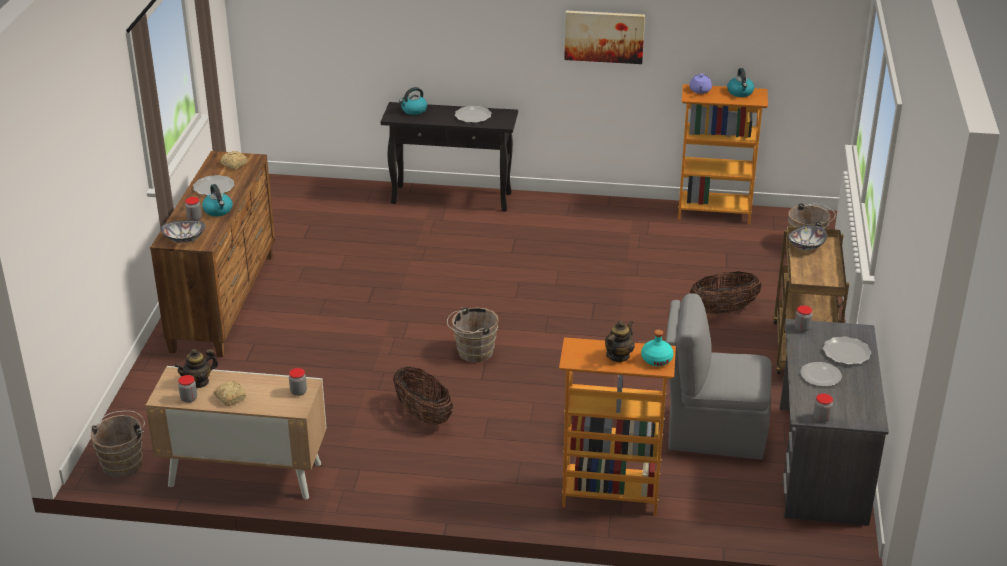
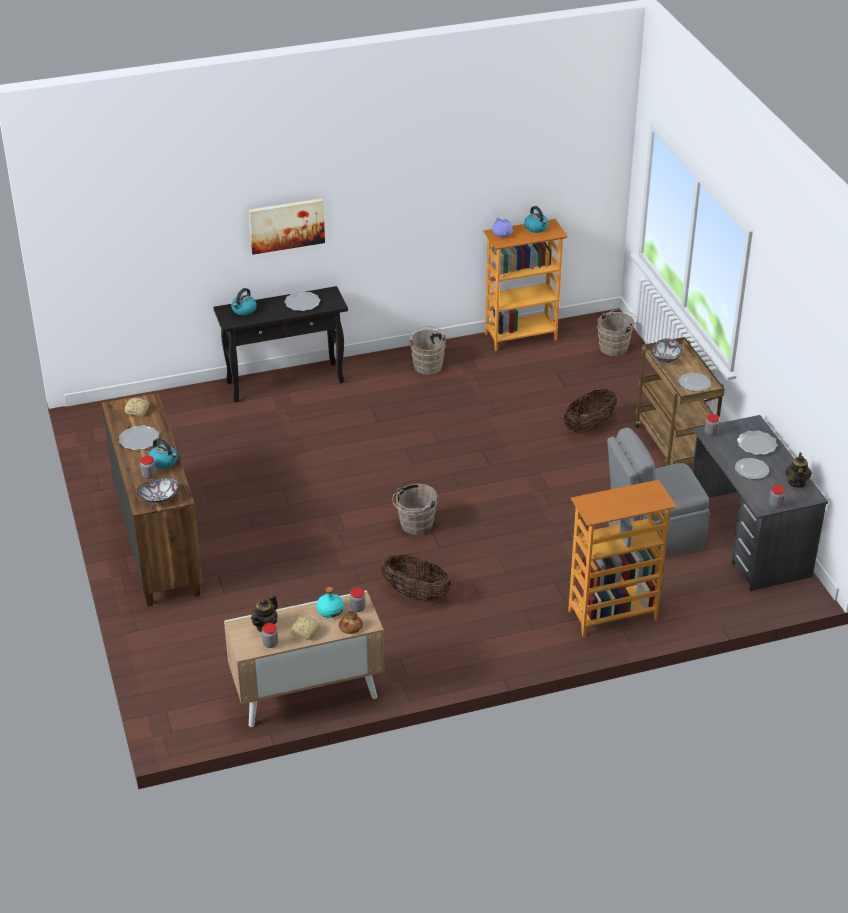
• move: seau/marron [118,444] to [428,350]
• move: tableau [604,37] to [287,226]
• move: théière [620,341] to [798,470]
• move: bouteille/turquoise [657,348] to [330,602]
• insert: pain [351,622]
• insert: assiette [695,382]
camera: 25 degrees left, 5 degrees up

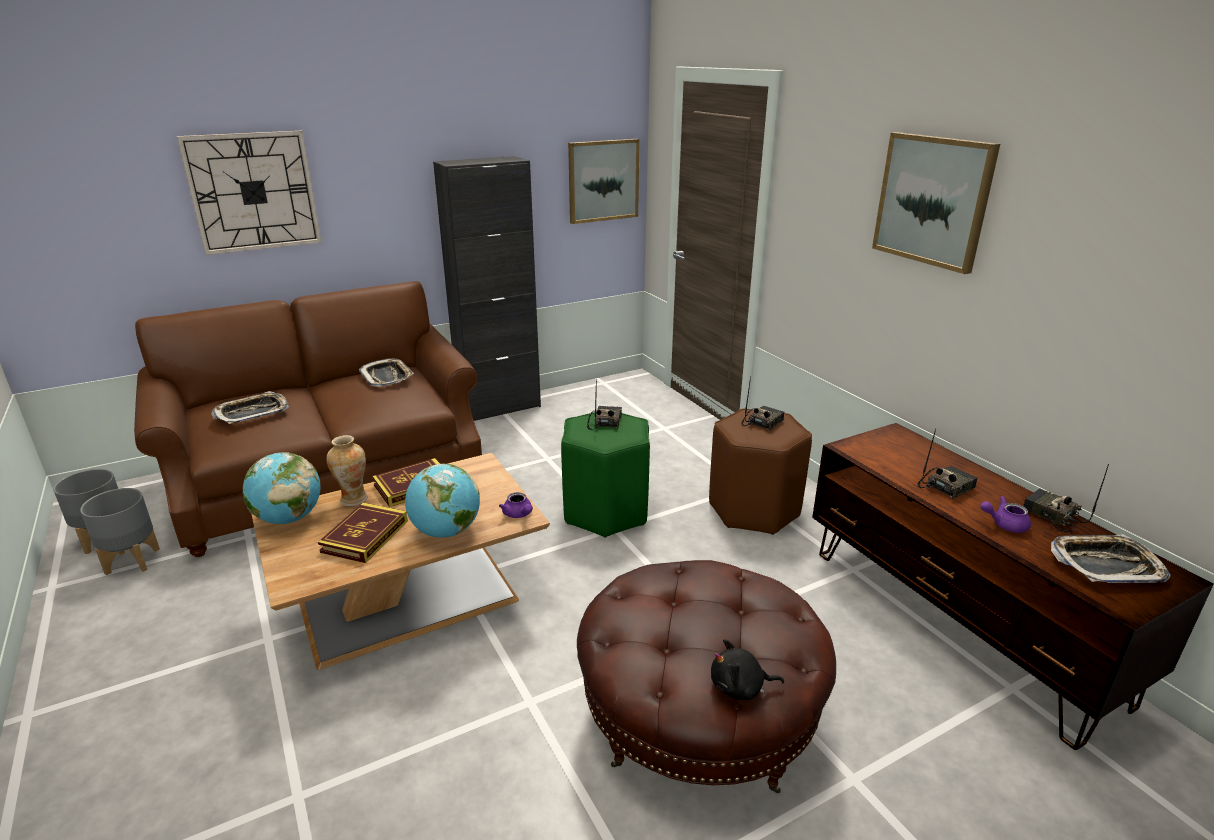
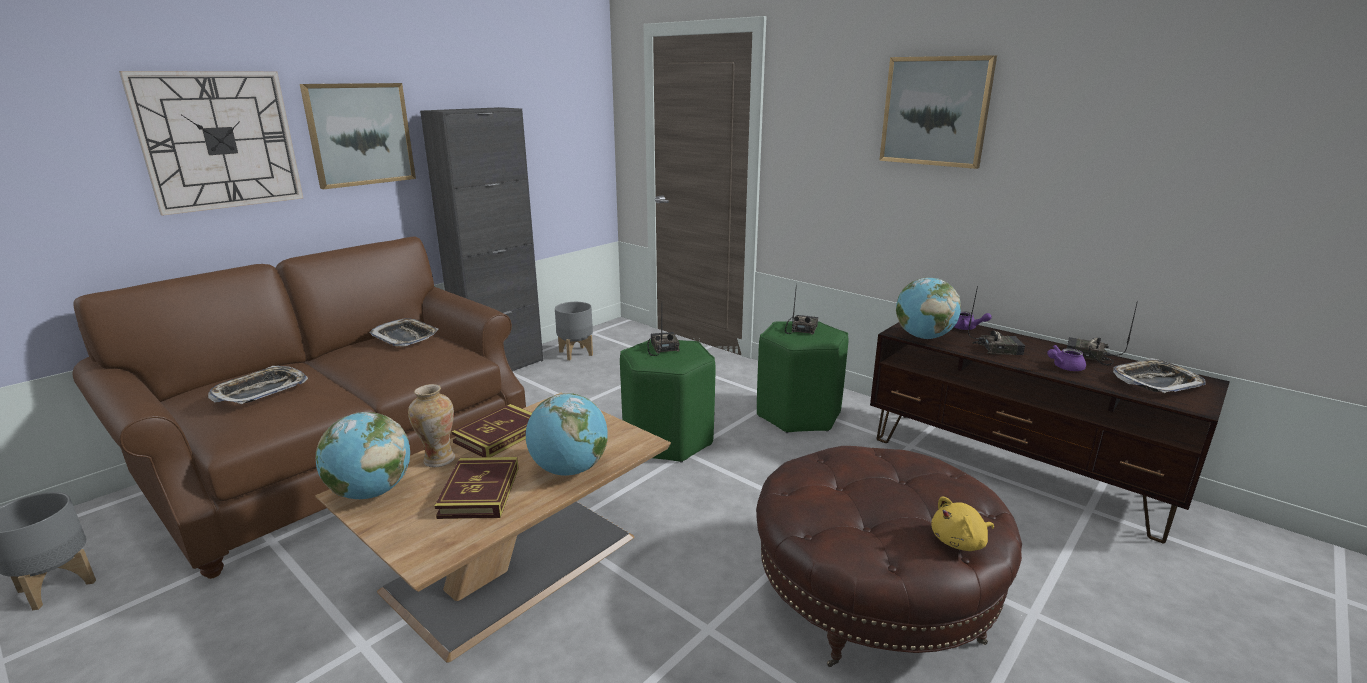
• move: cache-pot/gris [120,531] to [574,331]
• move: théière/violet [516,505] to [973,320]
• move: tableau [604,181] to [358,136]
• recolor: tabouret/marron [760,471] to tabouret/vert [803,377]
• recolor: peluche/noir [747,669] to peluche/jaune [962,523]
• rotate: radio [948,464] = [996,320] 60 degrees clockwise
• insert: globe [928,308]
camera: 20 degrees left, 5 degrees down

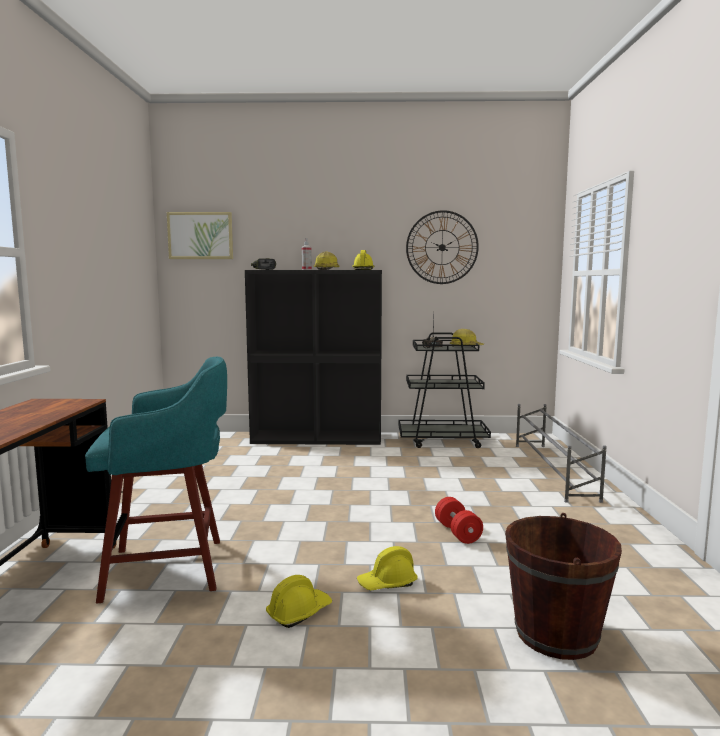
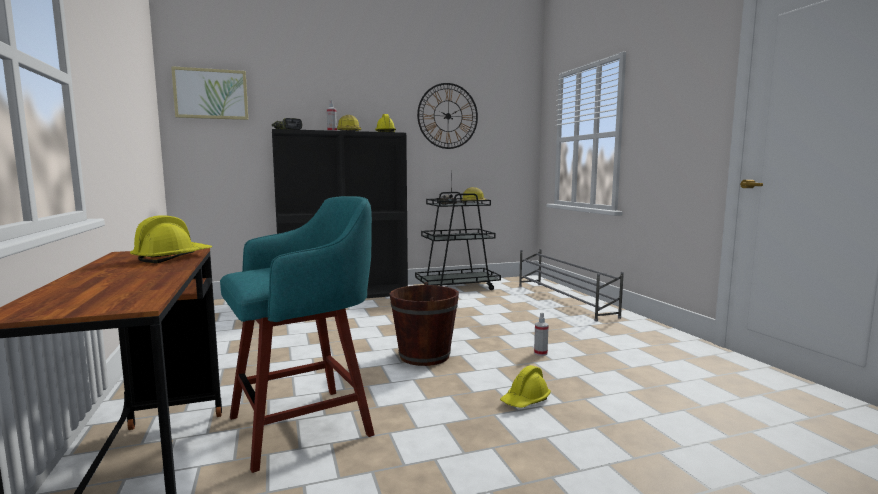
• move: casque de chantier/jaune [299,601] to [171,239]
• replace: haltère/rouge [459,520] to vaporisateur [541,334]
• move: seau/marron [563,586] to [424,324]
camera: 20 degrees left, 0 degrees up

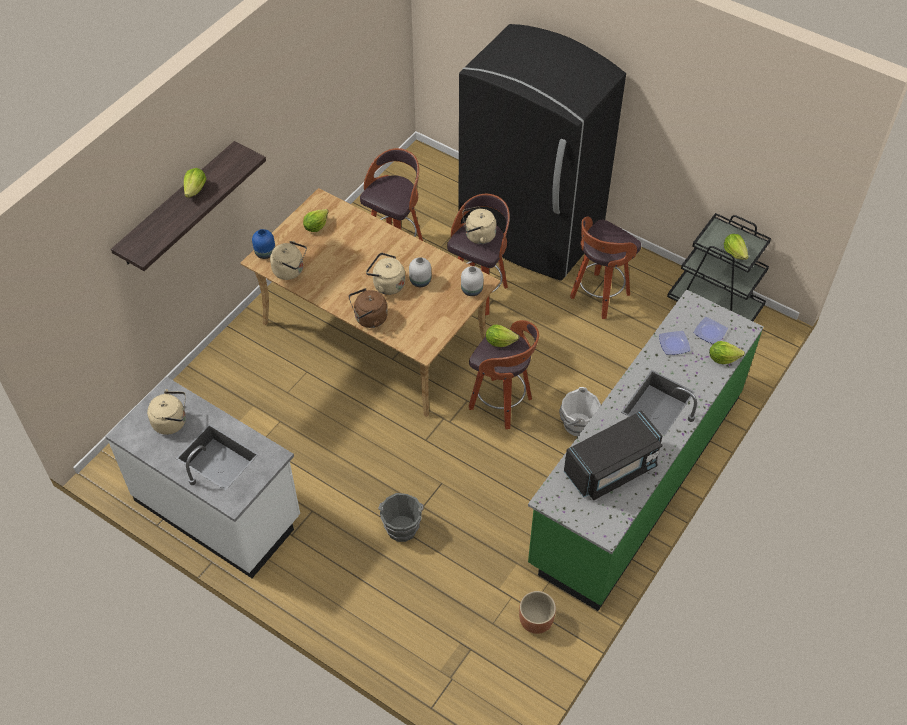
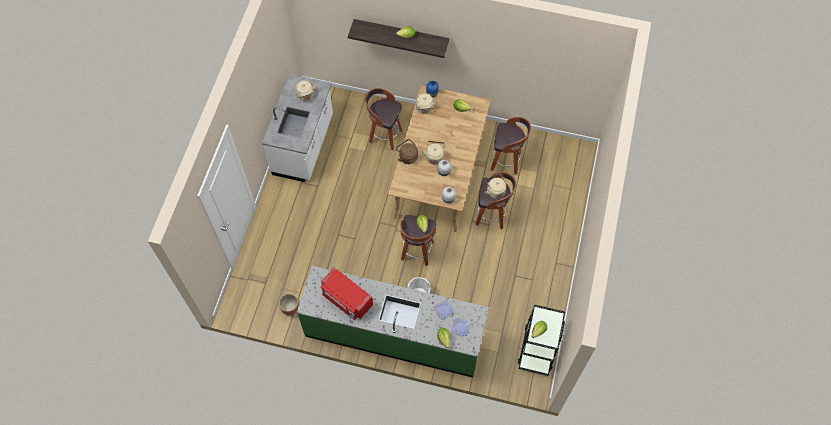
• delete: seau/gris [401,517]
• delete: réfrigérateur/noir [542,152]
• recolor: micro-ondes/noir [613,455] to micro-ondes/rouge [346,293]
• move: tabouret [605,268] to [383,119]
camera: 70 degrees right, 10 degrees up

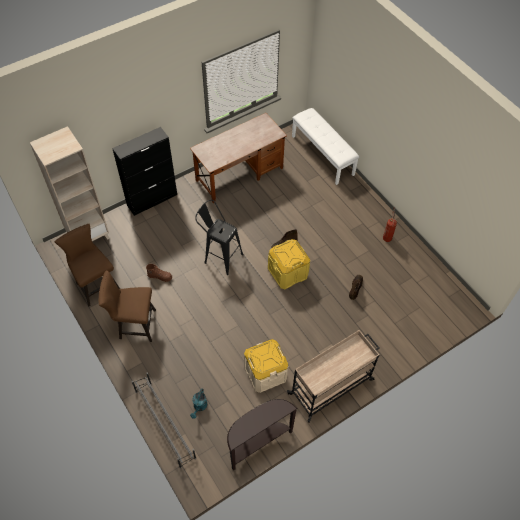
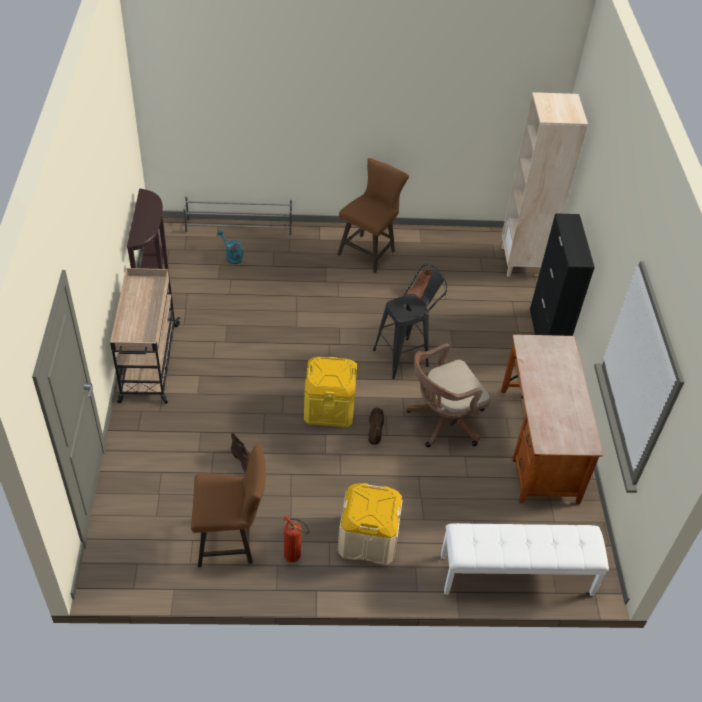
• move: tabouret/marron [87,265] to [228,505]
• move: boîte de rangement/beige [266,366] to [370,524]
• insert: chaise de bureau/marron [448,395]
camera: 120 degrees right, 10 degrees down

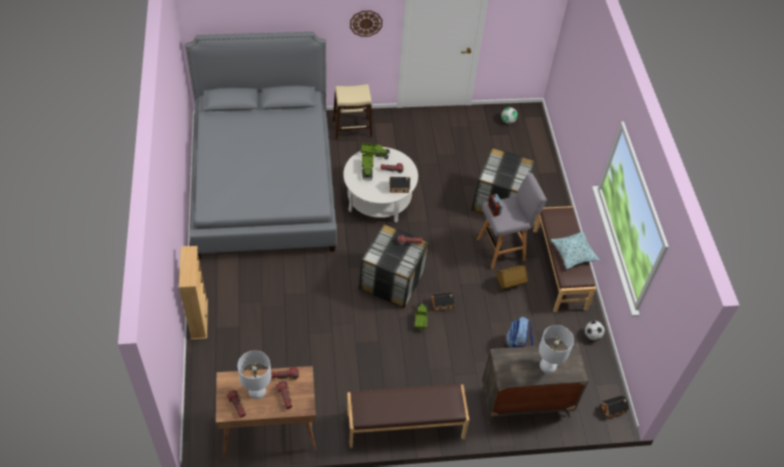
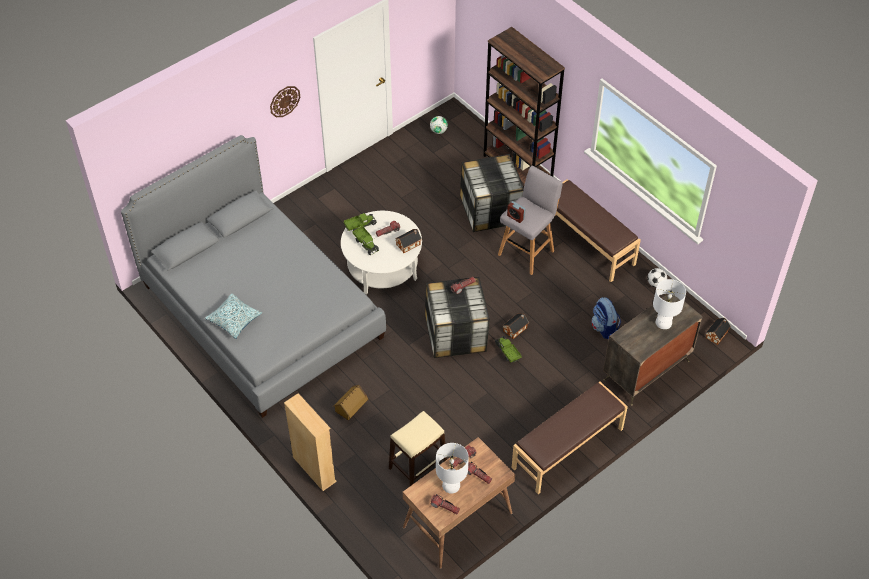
• move: tabouret/beige [352,111] to [418,448]
• move: maison miniature [512,277] to [350,403]
• move: coussin [575,250] to [233,316]
• insert: bibliothèque/marron [524,107]
camera: 30 degrees left, 0 degrees up

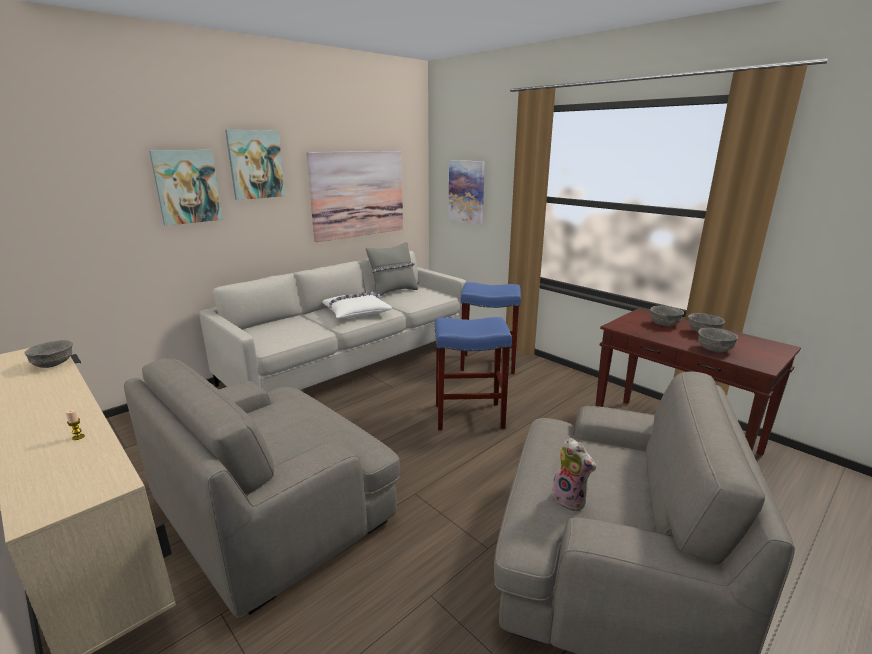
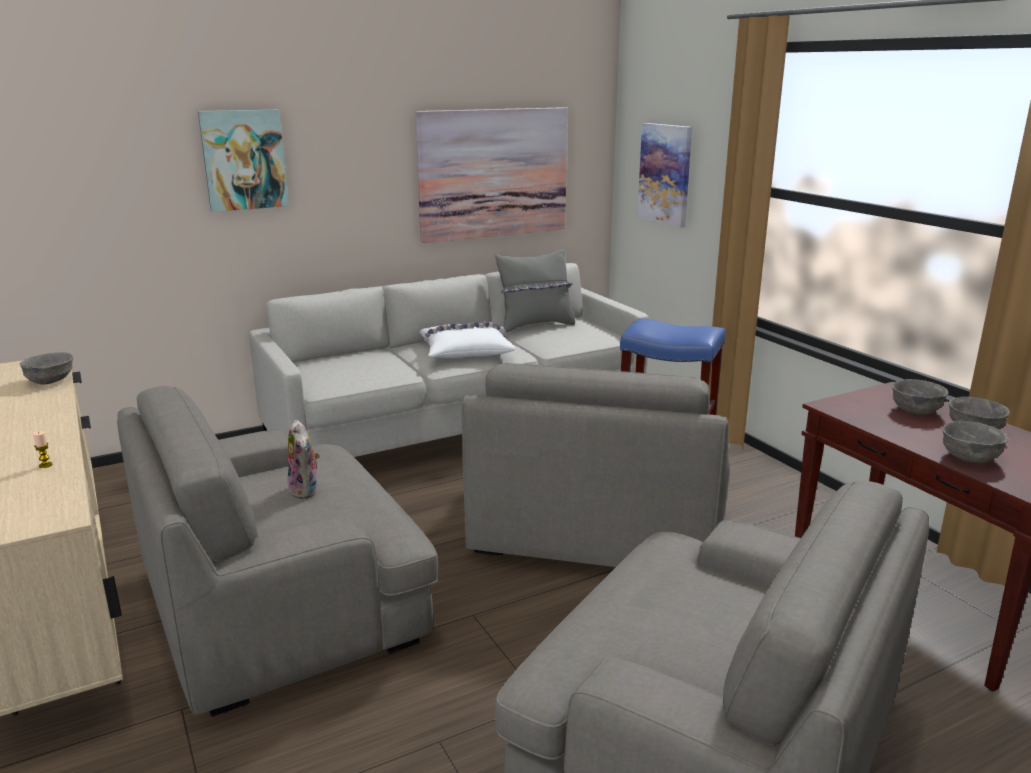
• delete: tableau [255,165]
• replace: tabouret/bleu [473,373] to fauteuil/gris [596,465]
• move: peluche [573,474] to [303,459]
camera: 15 degrees right, 0 degrees up

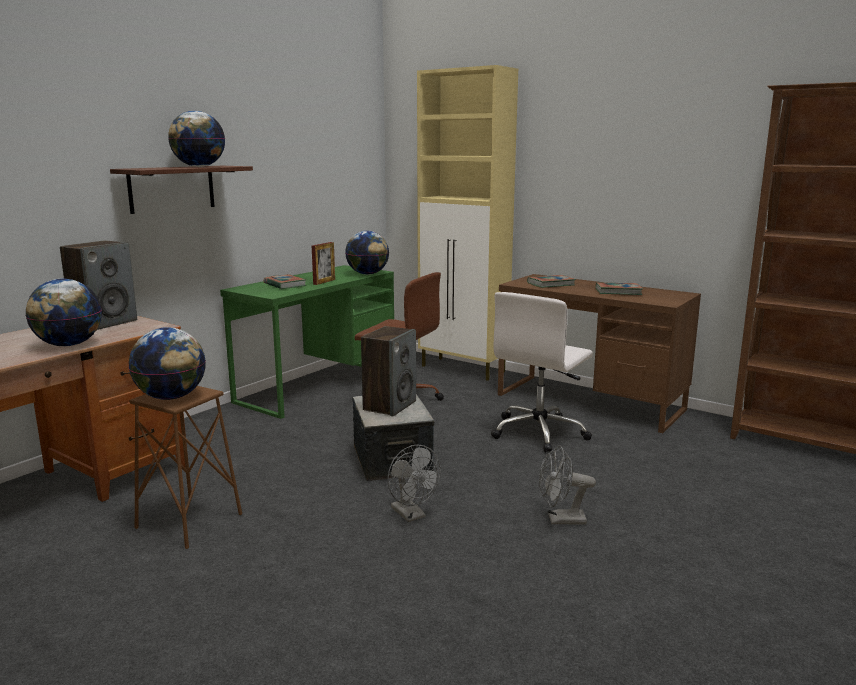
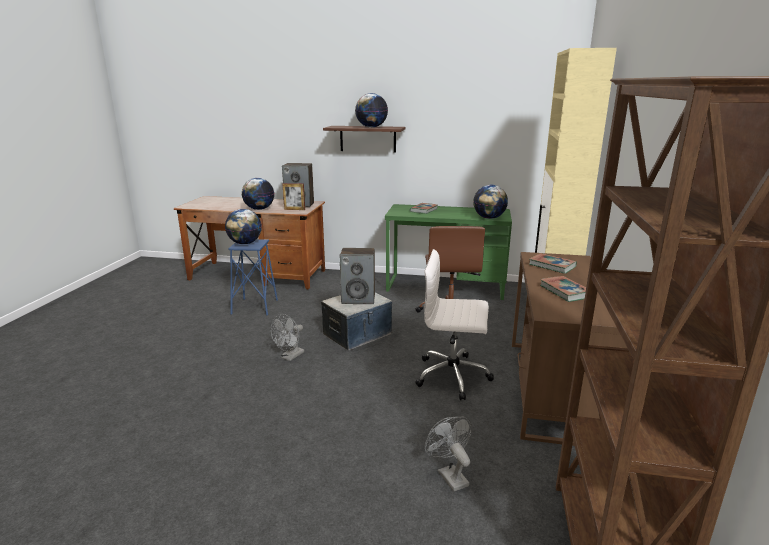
• recolor: tabouret/marron [185,467] to tabouret/bleu [253,277]
• move: cadre photo [323,263] to [293,196]
• move: ventilateur/gris [567,485] to [448,454]
camera: 65 degrees right, 5 degrees up

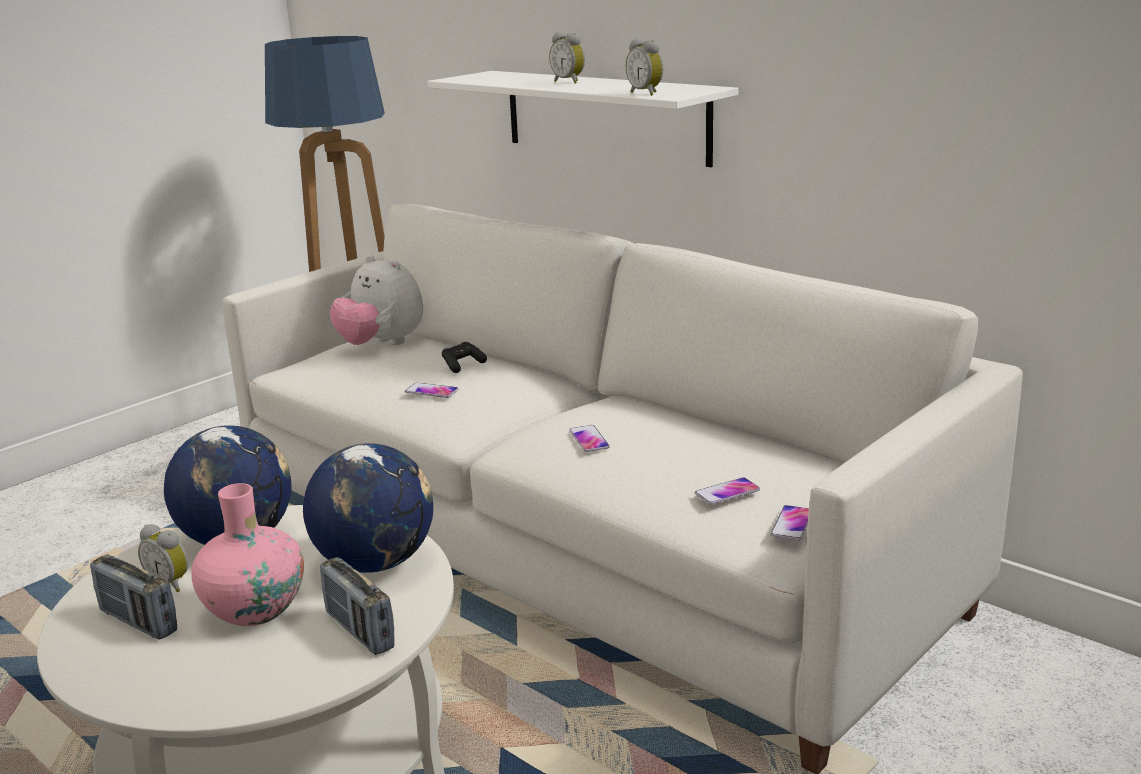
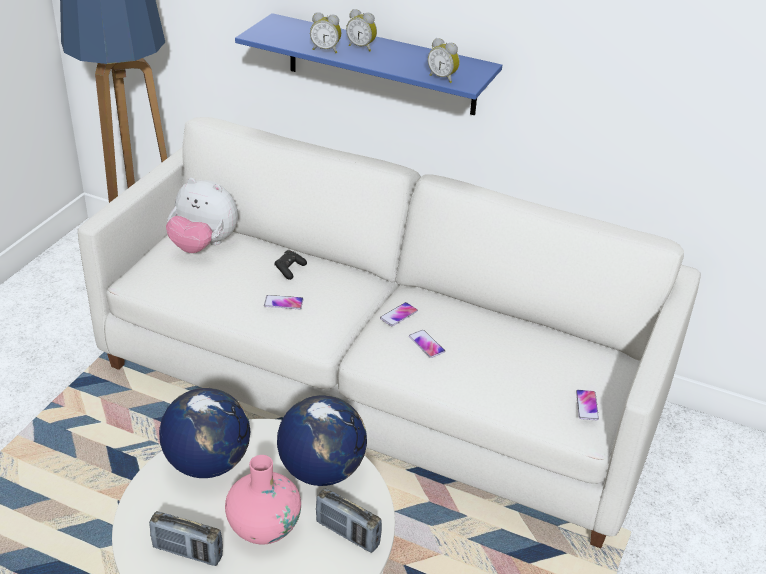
• move: réveil [163,558] to [325,32]
• recolor: étagère/blanc [582,119] to étagère/bleu [368,64]
• move: téléphone [727,491] to [399,314]
camera: 20 degrees left, 15 degrees up

